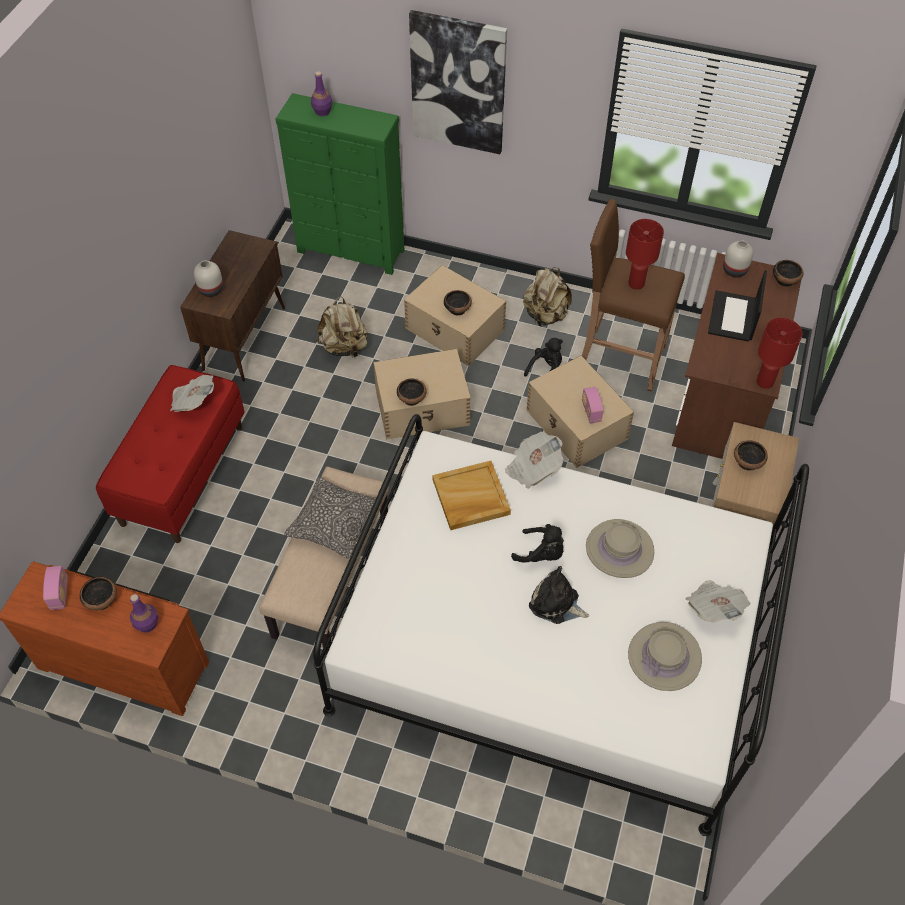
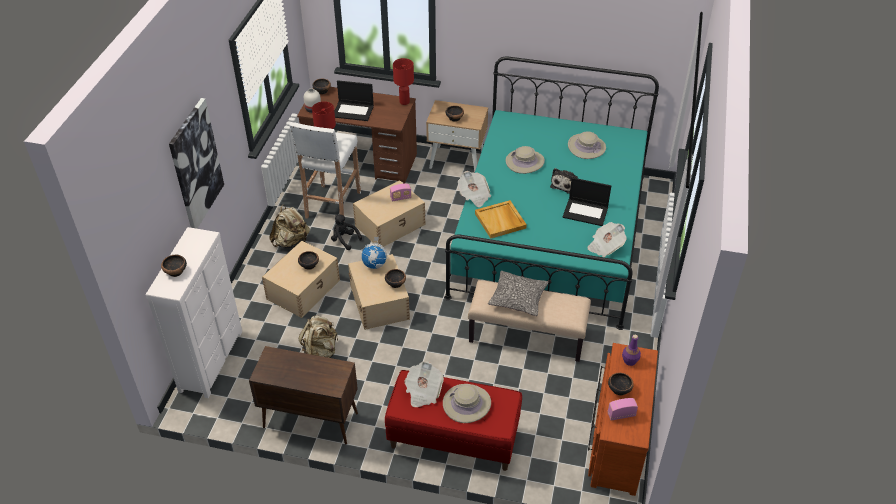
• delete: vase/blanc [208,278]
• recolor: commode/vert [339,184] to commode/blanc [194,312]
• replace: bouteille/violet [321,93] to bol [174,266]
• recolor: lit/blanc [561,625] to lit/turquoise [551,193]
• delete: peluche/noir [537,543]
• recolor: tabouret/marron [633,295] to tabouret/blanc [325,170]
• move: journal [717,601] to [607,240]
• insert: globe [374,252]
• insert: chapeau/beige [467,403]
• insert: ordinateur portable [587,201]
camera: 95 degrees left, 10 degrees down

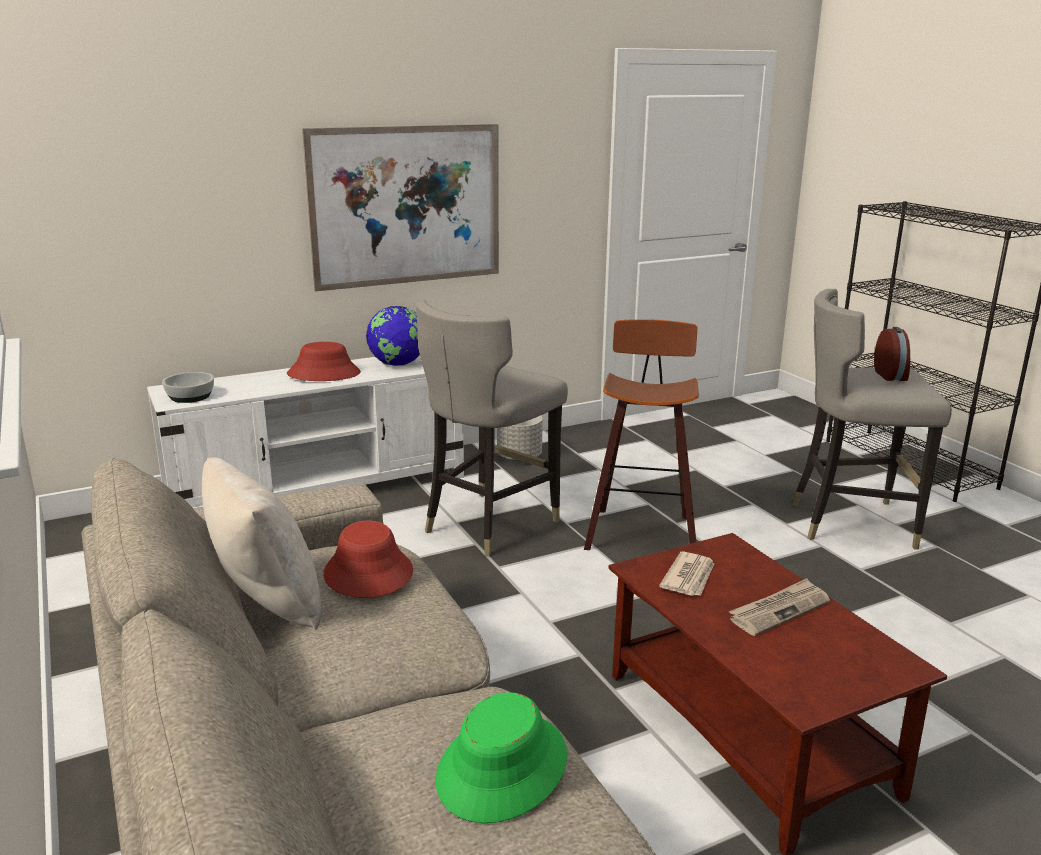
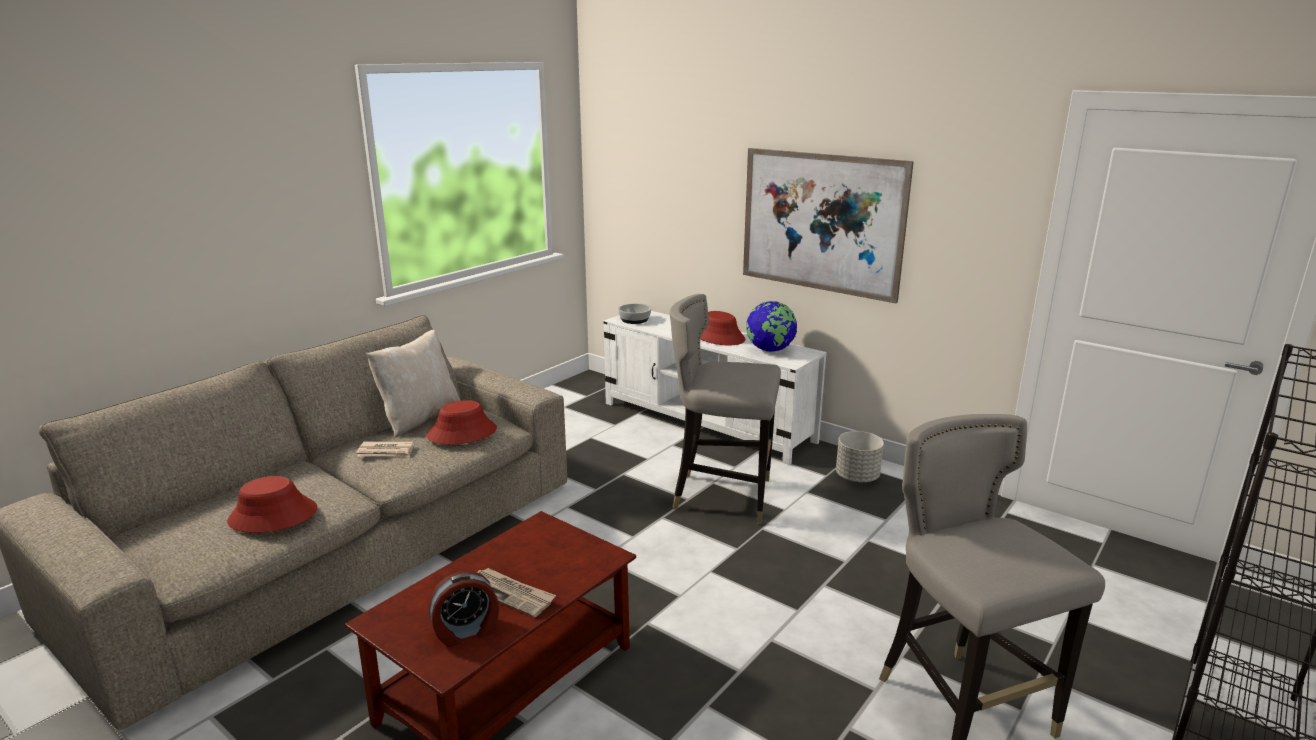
• recolor: chapeau/vert [501,757] to chapeau/rouge [272,504]
• delete: tabouret [641,434]
• move: journal [686,574] to [385,449]
• move: réveil [892,354] to [463,608]
camera: 65 degrees right, 0 degrees up

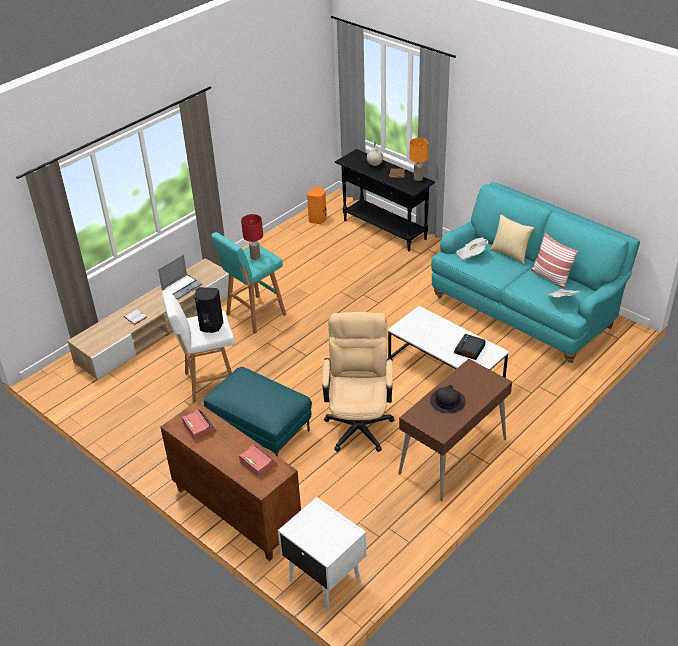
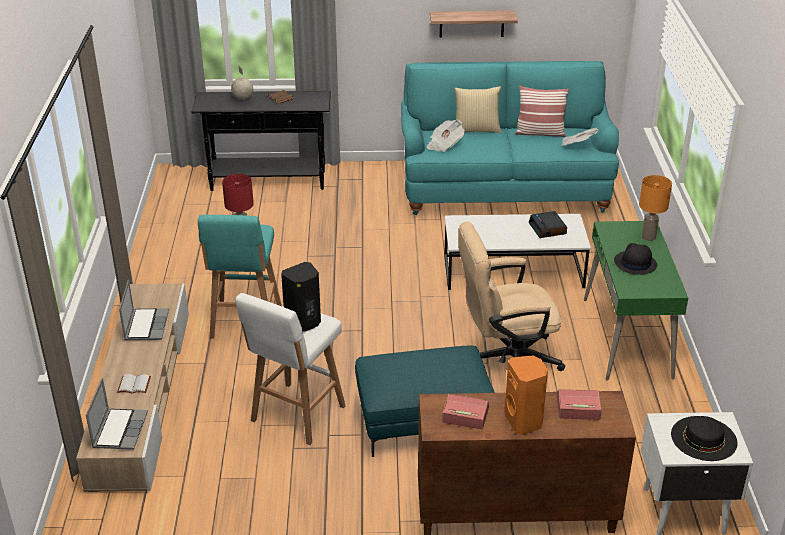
• move: enceinte/orange [317,205] to [526,395]
• rotate: chaise de bureau/beige [358,382] = [511,296] 60 degrees counterclockwise
• recolor: bureau/marron [455,430] to bureau/vert [636,300]
• move: lampe de table/orange [419,159] to [655,208]
• insert: ordinateur portable [117,414]
• insert: étagère [474,24]
• insert: chapeau/noir [704,438]
camera: 45 degrees left, 5 degrees down

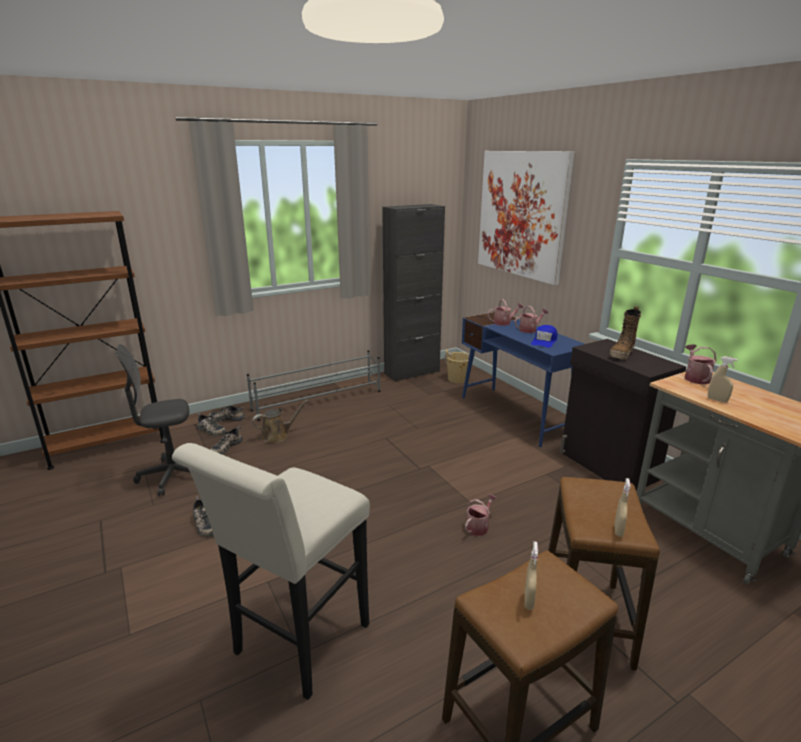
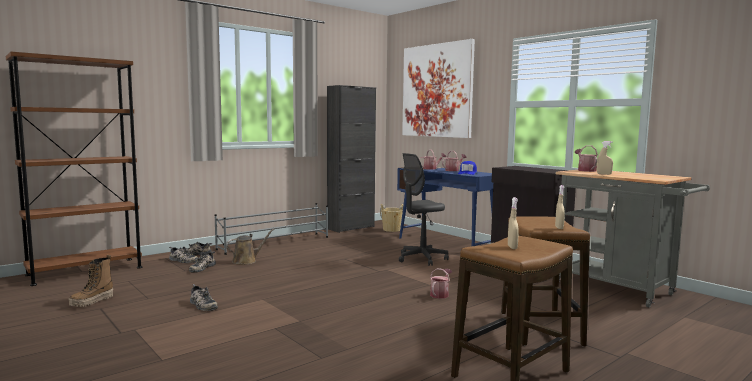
• move: chaise de bureau/gris [153,420] to [424,209]
• delete: tabouret/blanc [271,571]
• move: botte [625,333] to [91,281]
camera: 10 degrees left, 15 degrees down

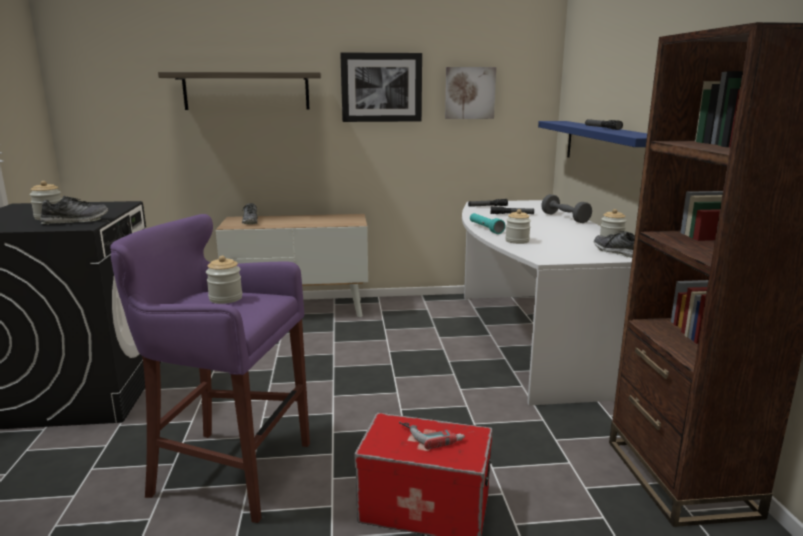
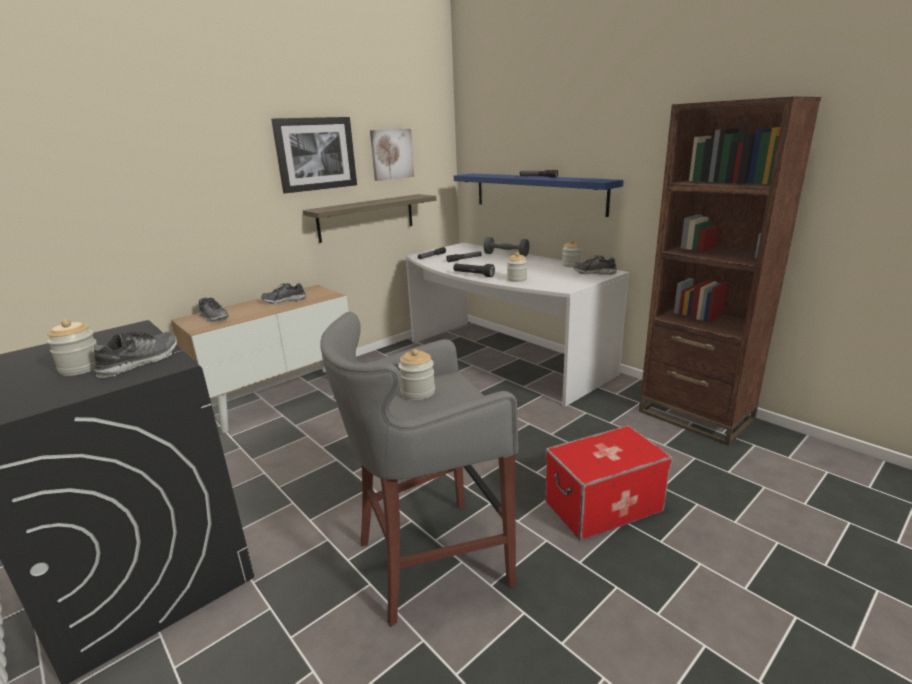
• recolor: tabouret/violet [210,368] to tabouret/gris [419,469]
• move: étagère [239,91] to [369,218]
• delete: perceuse [432,435]
• recolor: lampe de poche/turquoise [487,223] to lampe de poche/noir [474,270]
• insert: chaussure [284,293]
camera: 35 degrees left, 5 degrees up

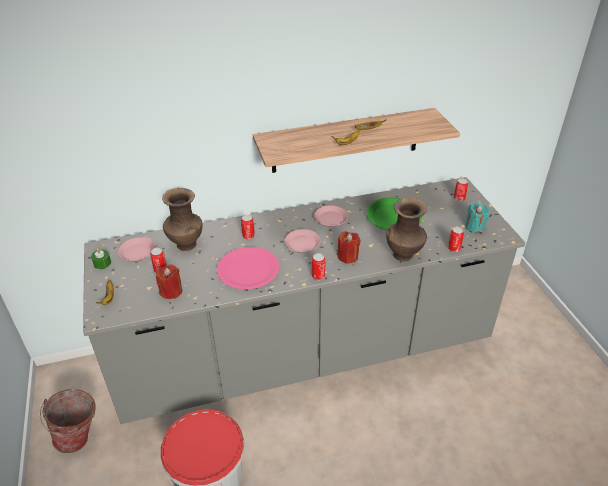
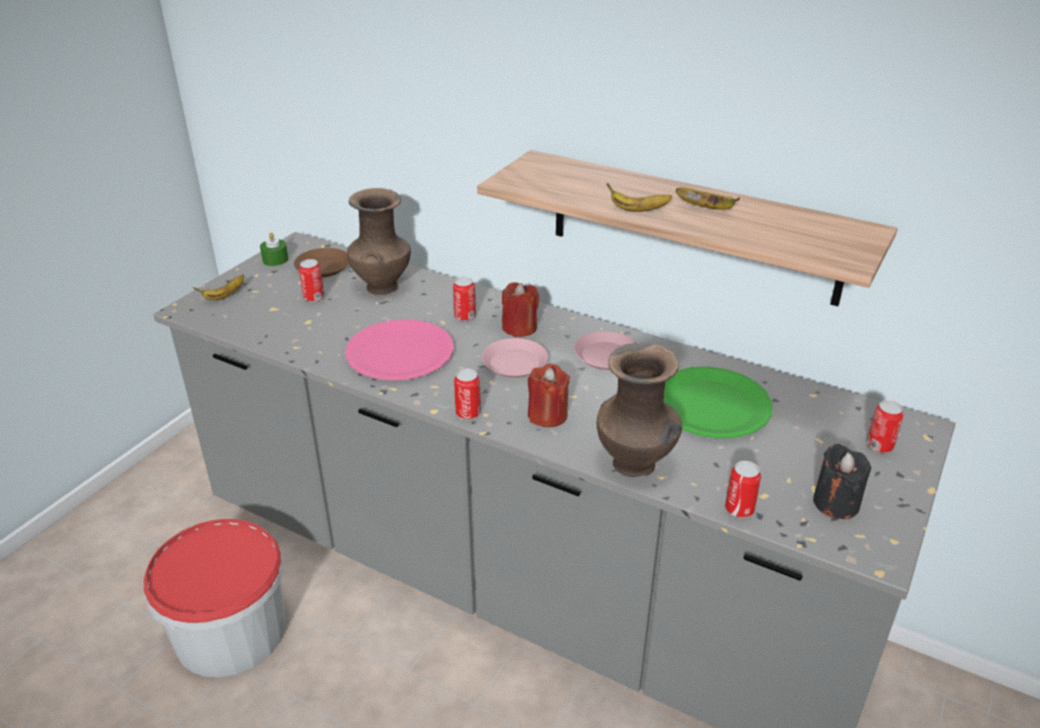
• delete: seau [68,421]
• recolor: assiette/rose [136,249] to assiette/marron [321,262]
• move: bougie/rouge [169,282] to [520,309]
• recolor: bougie/turquoise [477,218] to bougie/noir [842,481]
camera: 45 degrees right, 5 degrees down

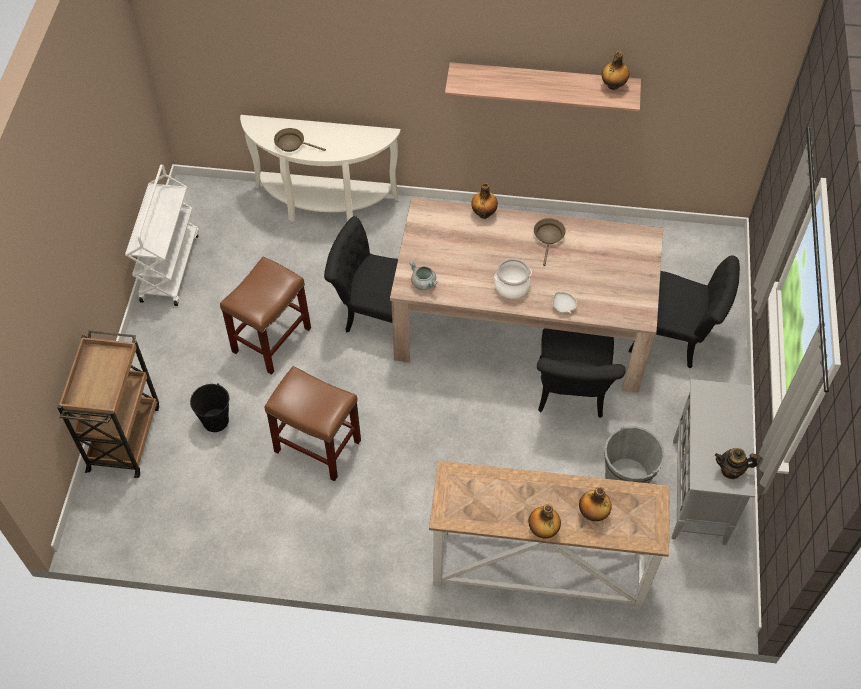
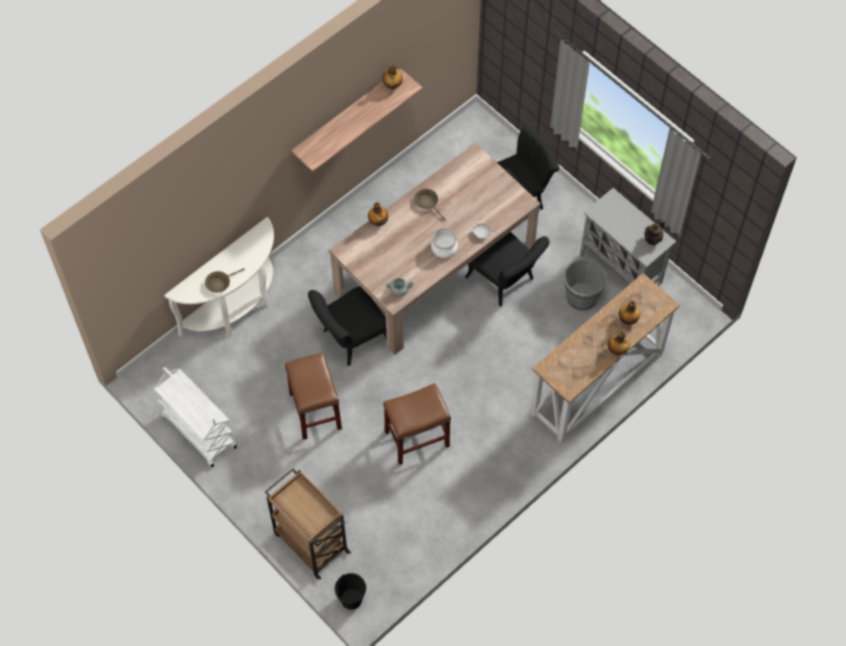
• move: seau/noir [209,407] to [350,591]
camera: 50 degrees left, 5 degrees up

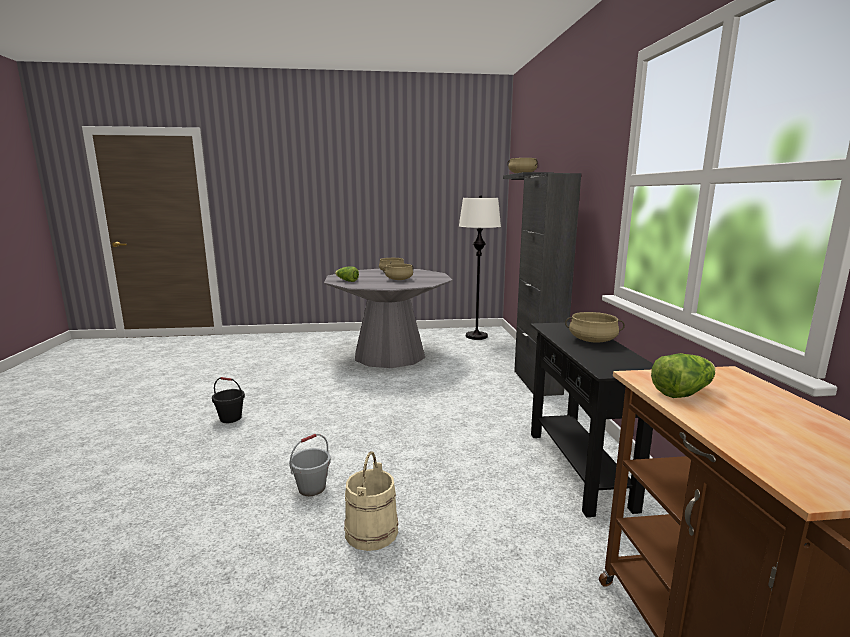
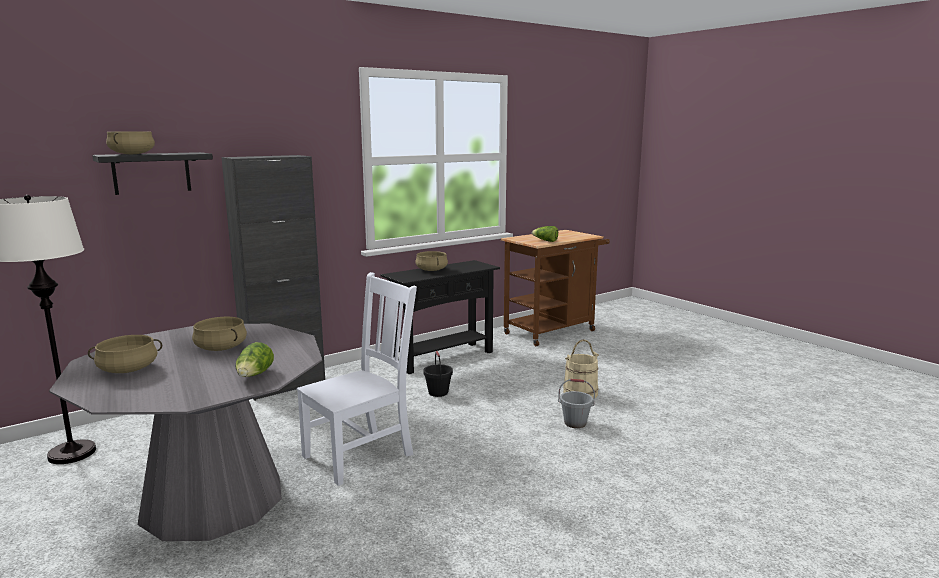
• move: seau/noir [228,400] to [438,374]
• insert: chaise/blanc [357,379]
camera: 120 degrees left, 0 degrees up

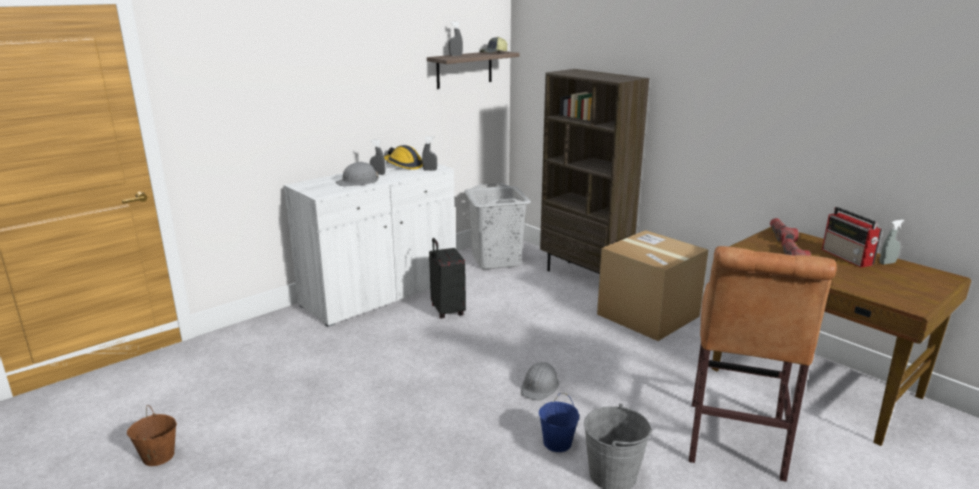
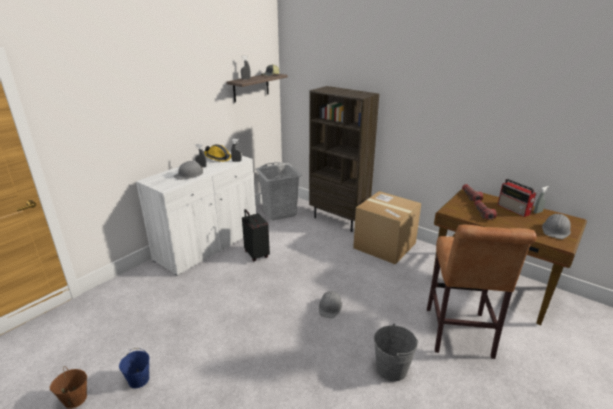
• move: seau/bleu [559,422] to [134,368]
• insert: casque de chantier/gris [556,226]
camera: 10 degrees left, 5 degrees up

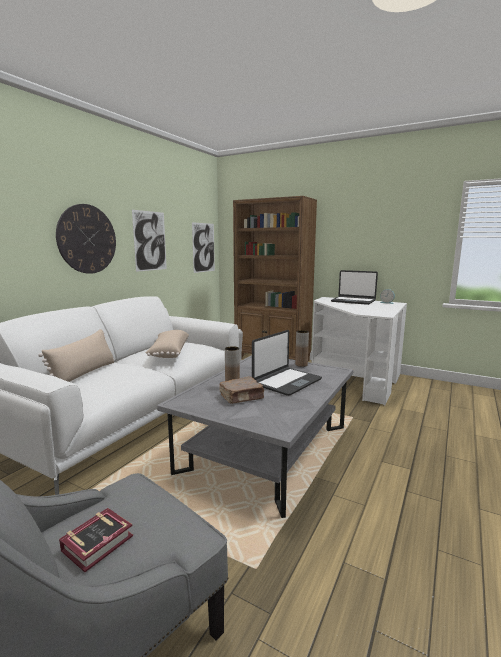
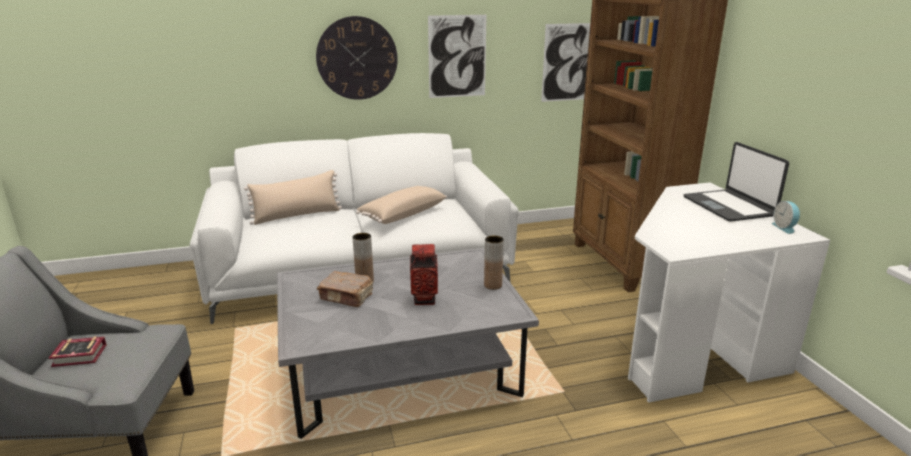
• replace: ordinateur portable [287,363] to vase [424,274]
camera: 45 degrees right, 10 degrees up

